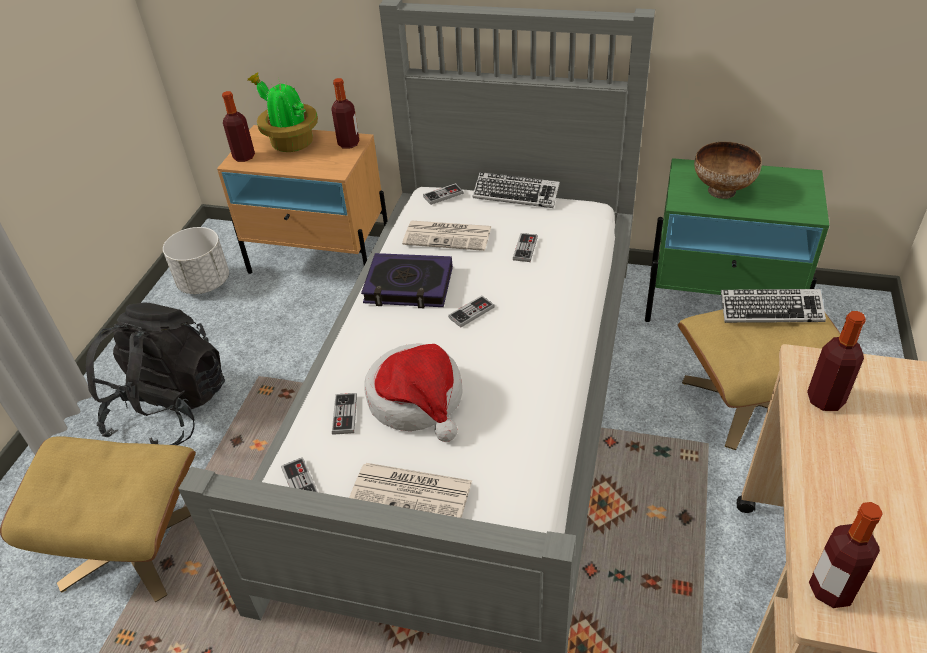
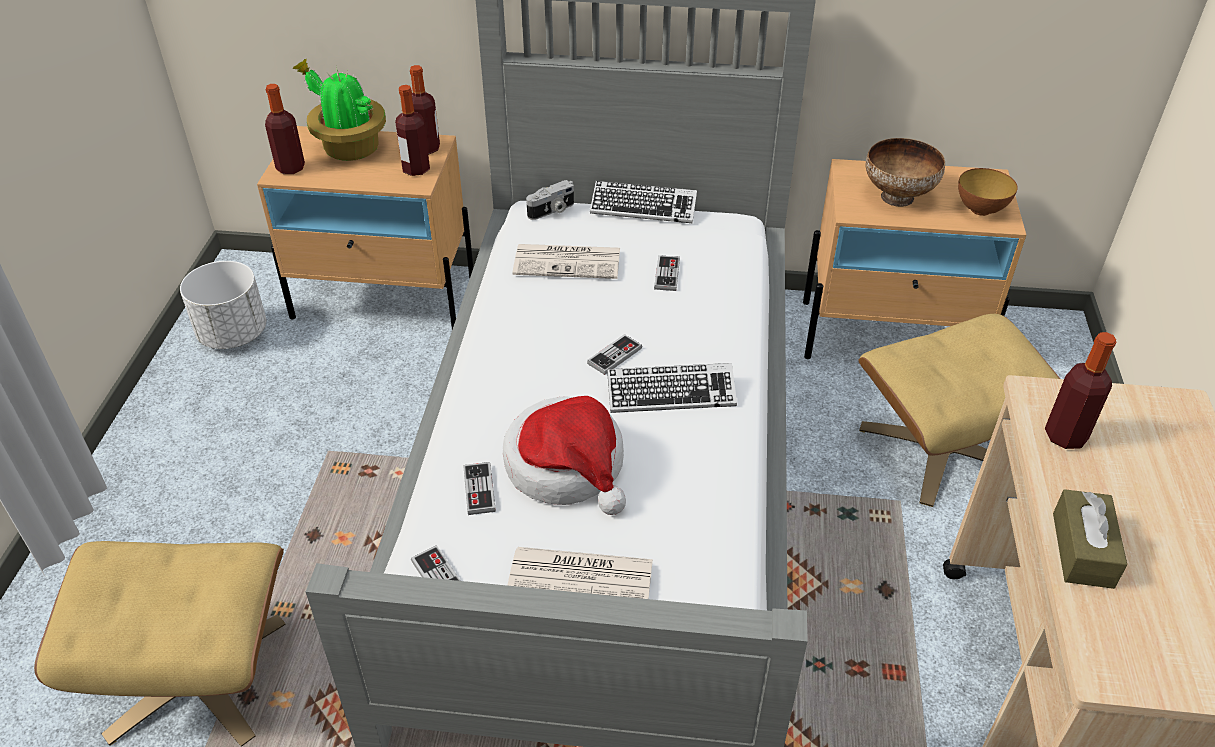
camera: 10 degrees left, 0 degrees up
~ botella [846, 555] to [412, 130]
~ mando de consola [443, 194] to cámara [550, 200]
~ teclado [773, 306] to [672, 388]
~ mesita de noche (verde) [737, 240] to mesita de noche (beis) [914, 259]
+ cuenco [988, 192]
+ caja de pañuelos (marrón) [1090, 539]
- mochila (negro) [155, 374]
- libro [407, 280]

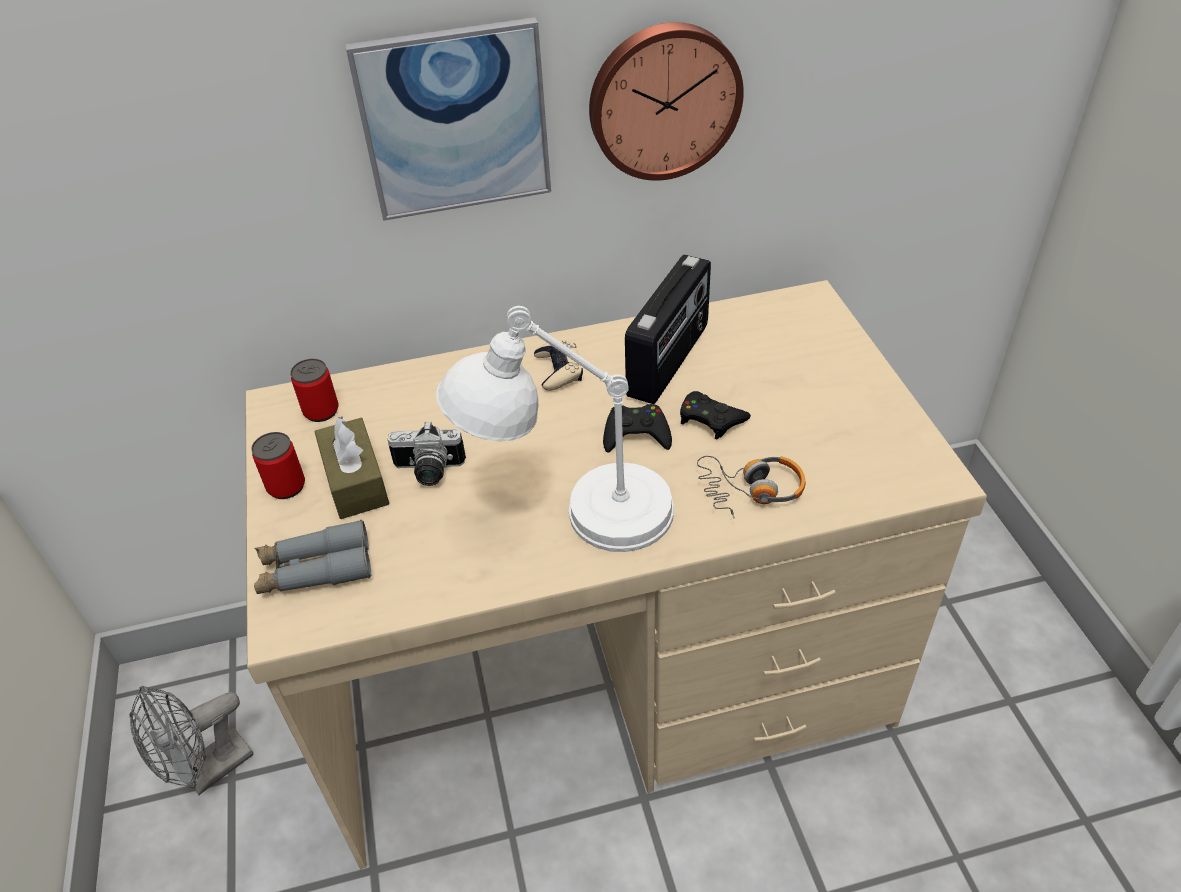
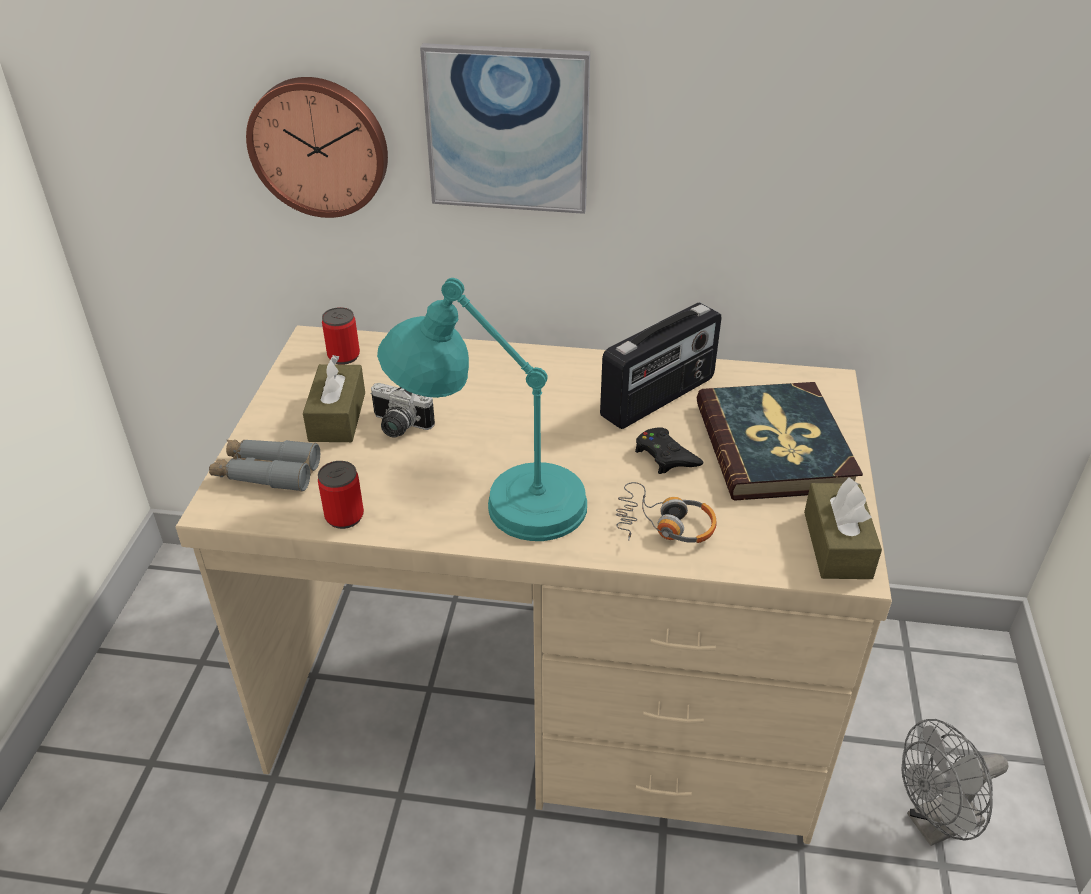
camera: 20 degrees right, 5 degrees down
~ reloj de pared [666, 101] to [317, 147]
~ lata [278, 465] to [341, 495]
~ lámpara de mesa (blanco) [555, 429] to lámpara de mesa (turquesa) [482, 409]
+ libro [779, 441]
+ caja de pañuelos (marrón) [843, 528]
~ ventilador (gris) [192, 740] to [954, 782]
- mando de consola (beis) [558, 365]
- mando de consola (negro) [637, 428]

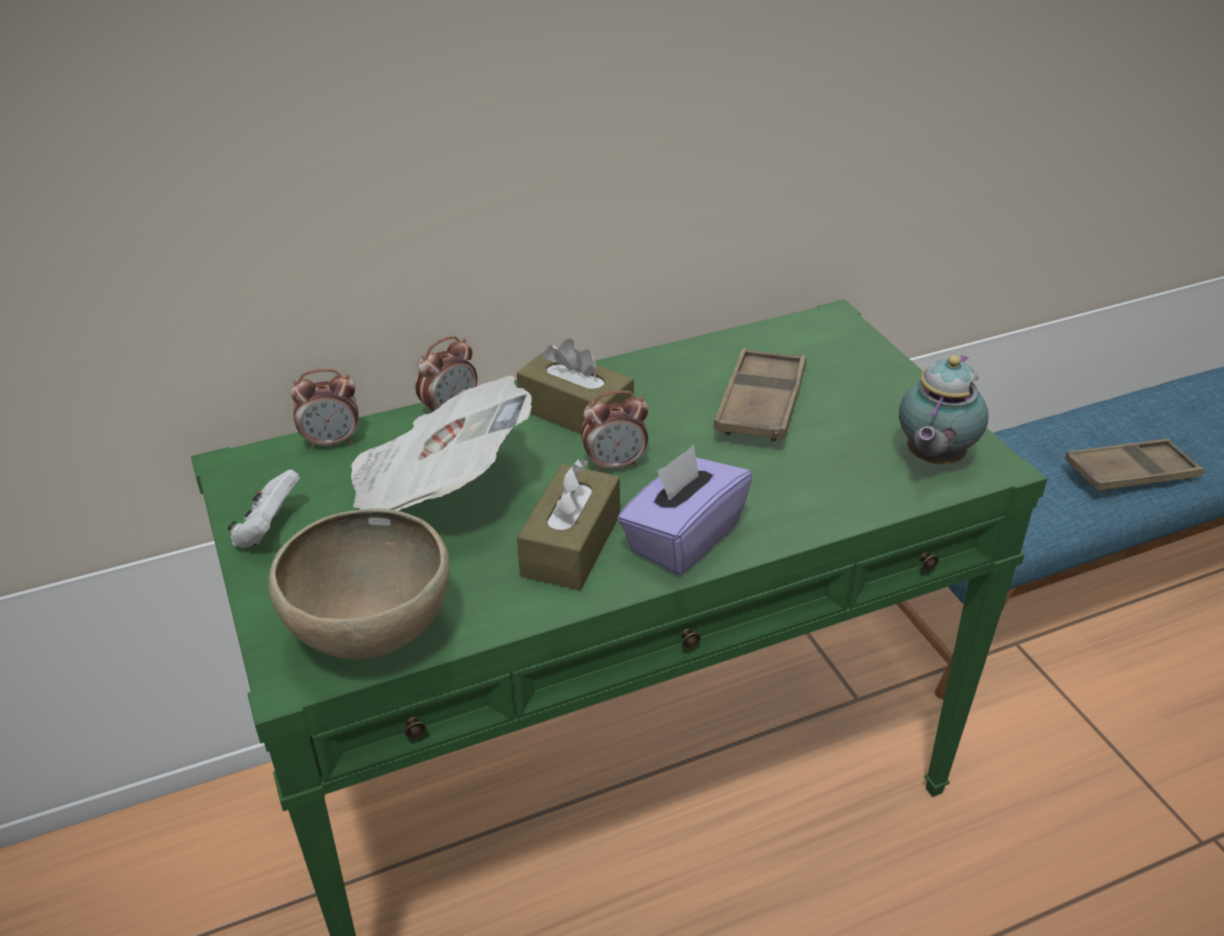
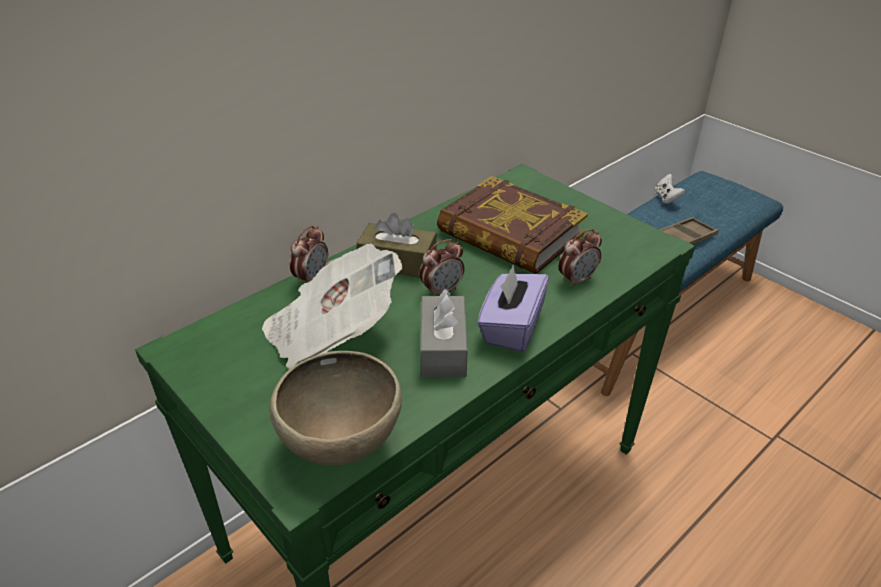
camera: 20 degrees left, 0 degrees up
~ caja de pañuelos (marrón) [568, 524] to caja de pañuelos (gris) [444, 333]
~ bandeja (marrón) [760, 395] to libro [512, 225]
~ despertador [324, 409] to [580, 258]
~ mando de consola (blanco) [264, 509] to [669, 189]
- tetera [943, 409]

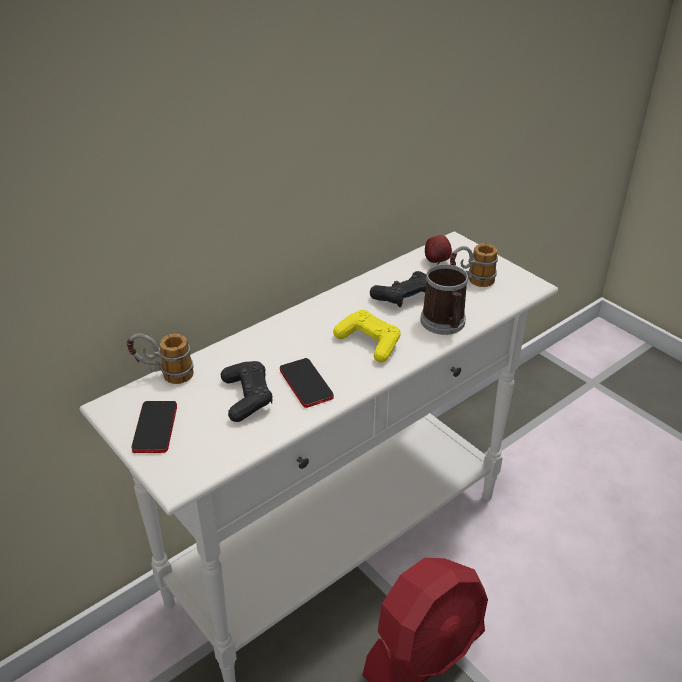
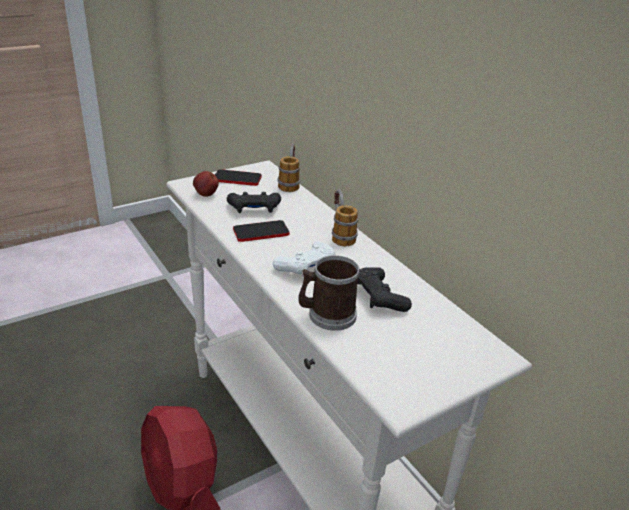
camera: 95 degrees right, 5 degrees down
~ manzana [438, 250] to [206, 184]
~ mando de consola (amarillo) [367, 336] to mando de consola (blanco) [304, 259]
~ taza grande [474, 265] to [345, 217]

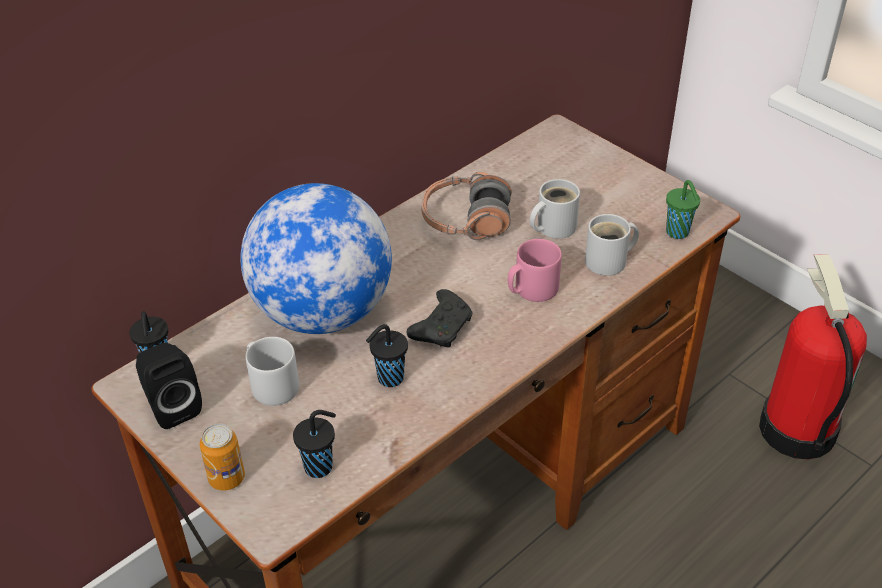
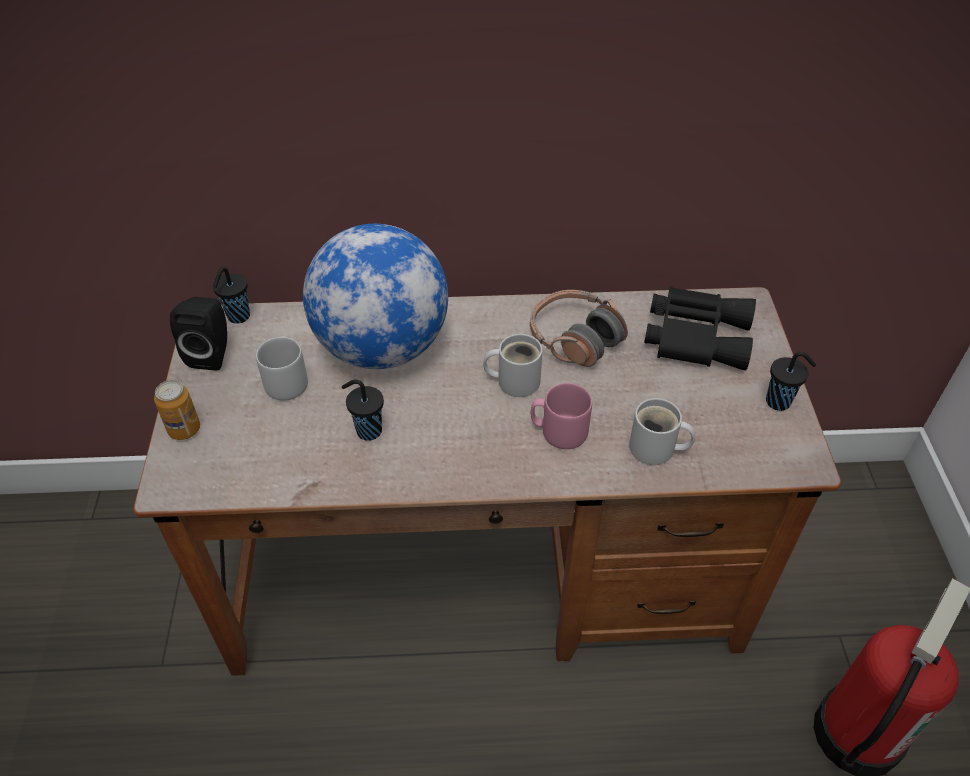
camera: 40 degrees right, 5 degrees up
~ taza grande (blanco) [555, 209] to [512, 365]
+ prismáticos (negro) [700, 328]
~ taza (negro) [314, 444] to [791, 381]
- mando de consola (negro) [439, 318]
- taza (verde) [683, 209]

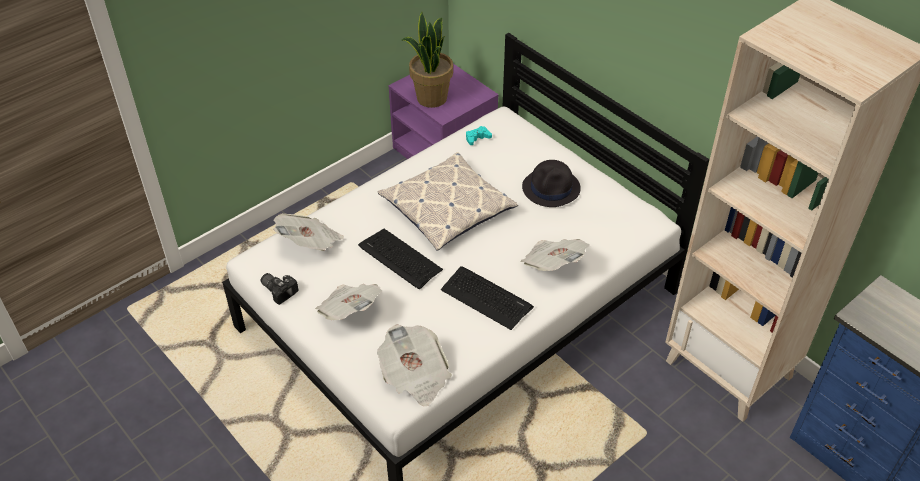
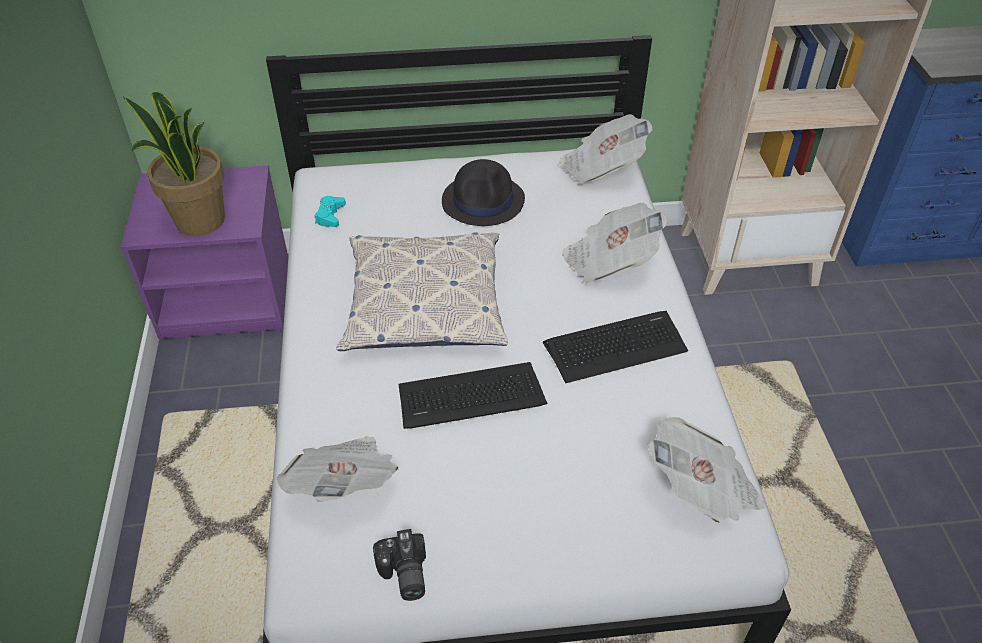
camera: 55 degrees left, 0 degrees up
~ cámara [280, 289] = [399, 565] 90 degrees counterclockwise
~ periódico [349, 302] to [606, 149]

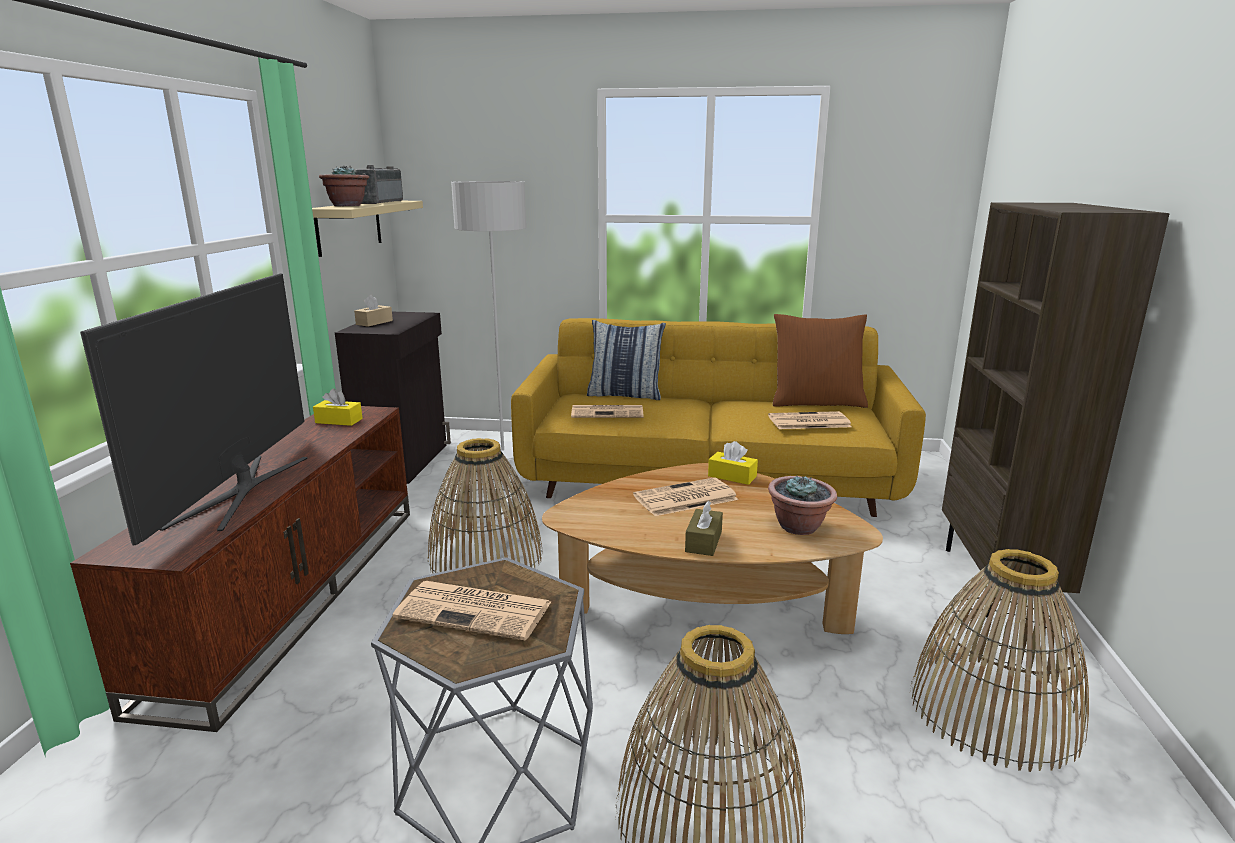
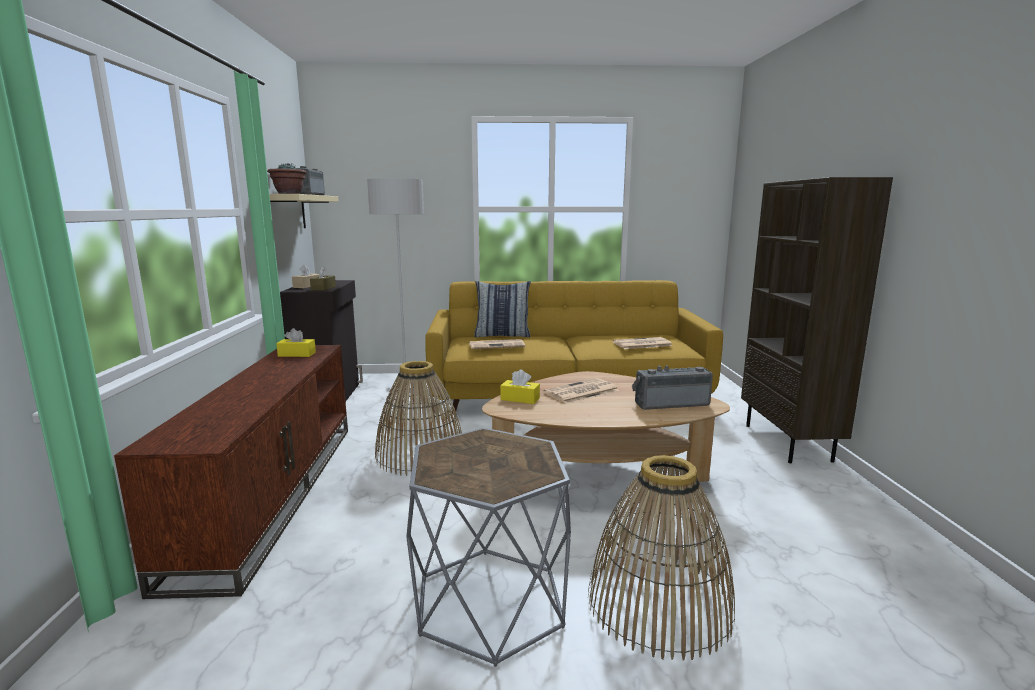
camera: 10 degrees left, 5 degrees down
~ caja de pañuelos (marrón) [704, 528] to [323, 278]
~ caja de pañuelos (amarillo) [733, 463] to [520, 387]
~ planta en maceta [802, 505] to radio [672, 387]
- televisor [193, 409]
- periódico [472, 611]
- cojín (marrón) [820, 361]
- cesta [999, 660]

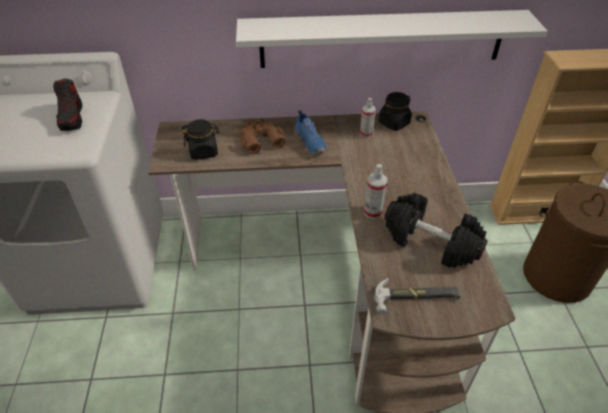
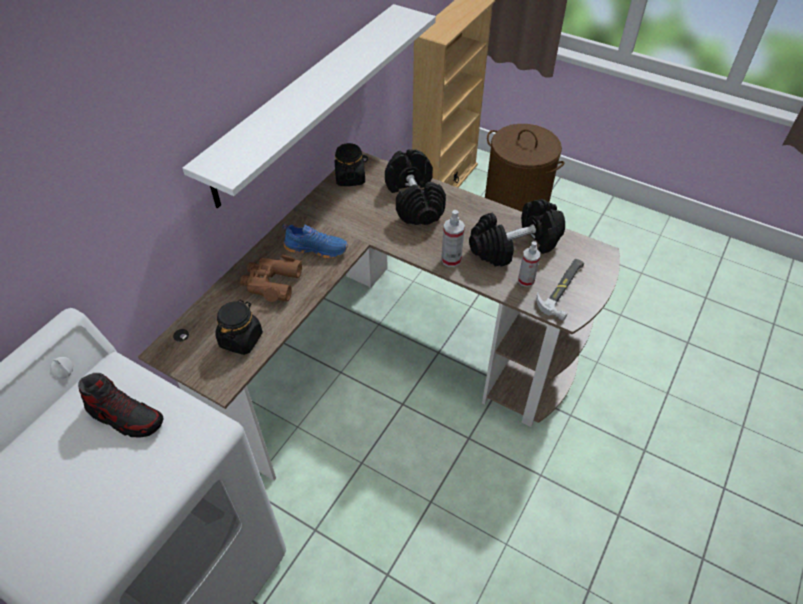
camera: 55 degrees left, 5 degrees up
+ mancuerna (negro) [415, 187]
~ pulverizador [368, 118] to [529, 264]

